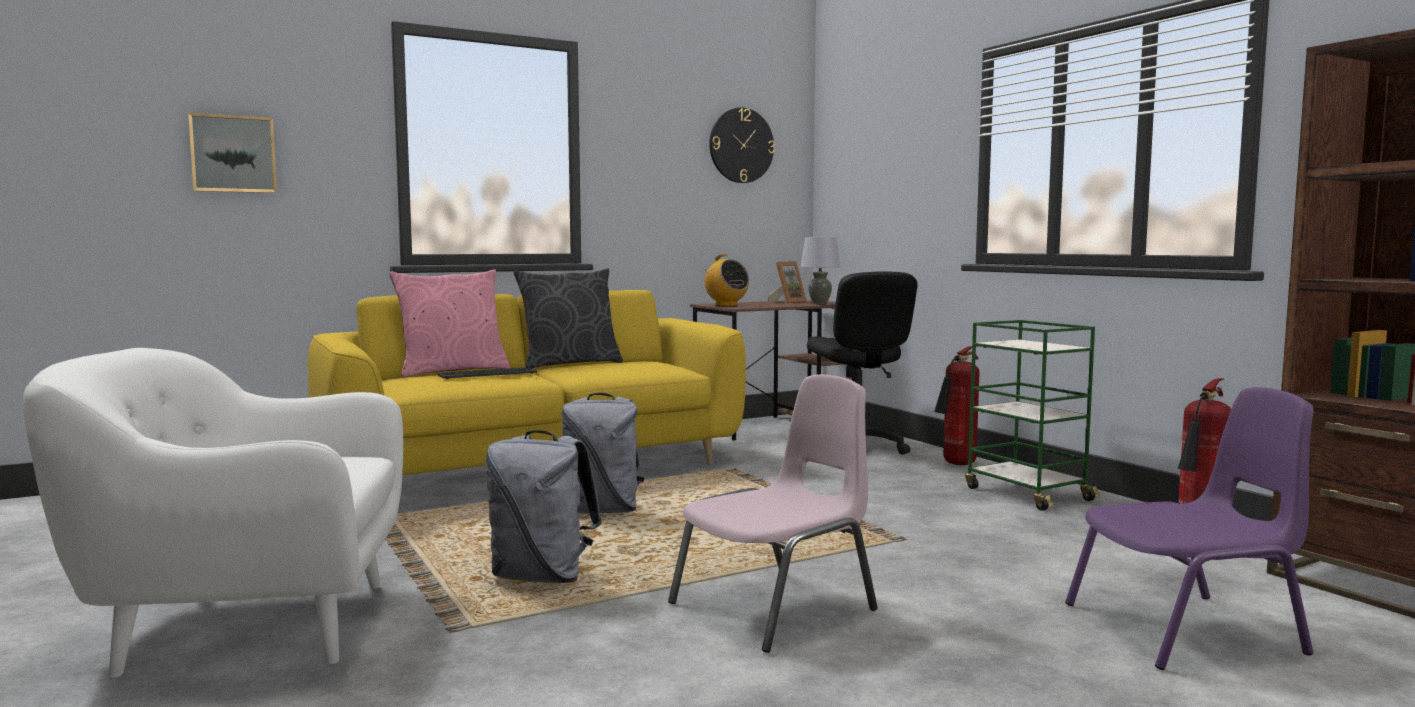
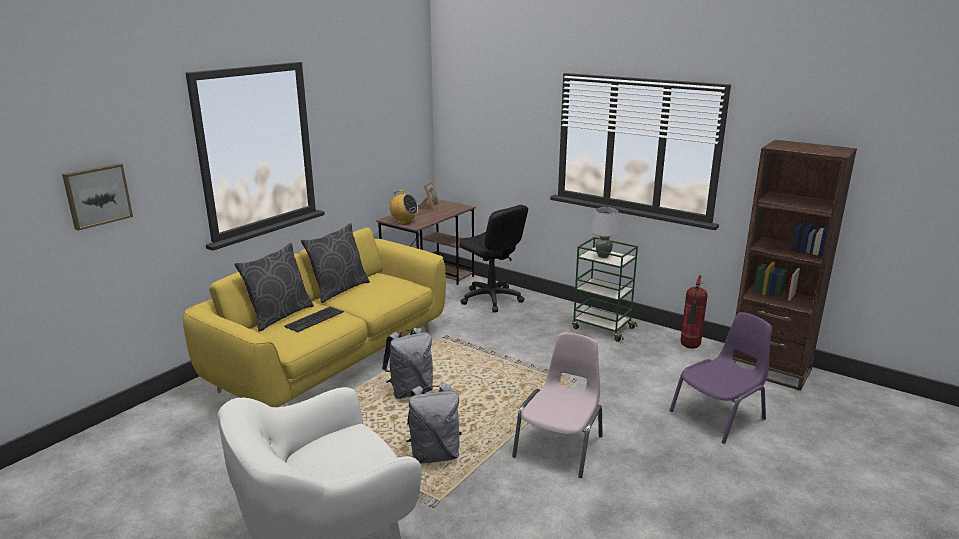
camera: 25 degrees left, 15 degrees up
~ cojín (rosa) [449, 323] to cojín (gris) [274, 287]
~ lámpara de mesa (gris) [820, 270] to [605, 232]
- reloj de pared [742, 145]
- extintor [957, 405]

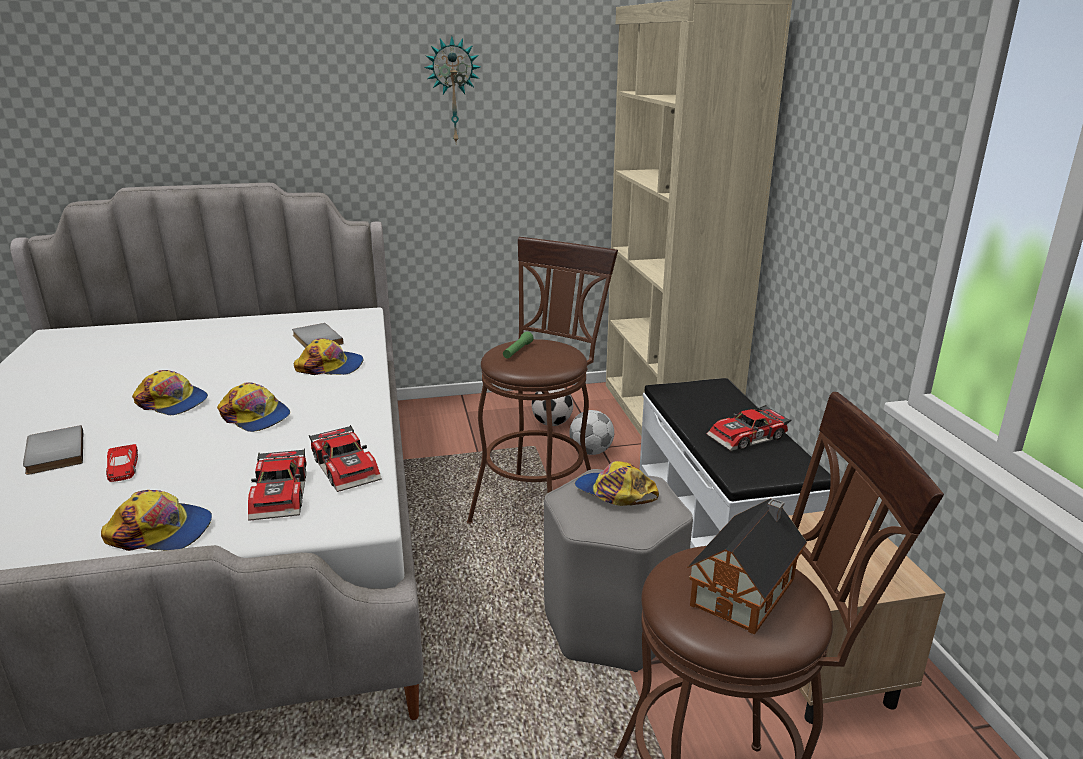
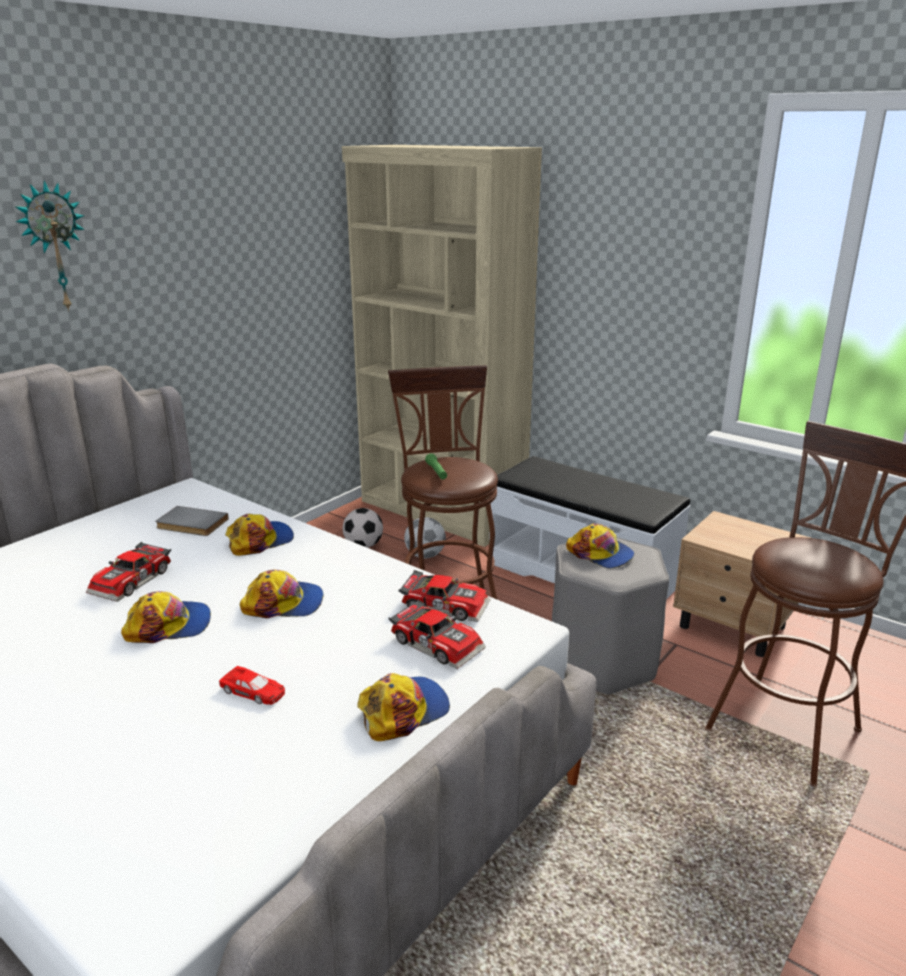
camera: 40 degrees left, 0 degrees up
~ reloj de pared [452, 89] to [50, 246]
~ coche de juguete [749, 428] to [128, 572]
~ gorra [617, 483] = [600, 545] 135 degrees counterclockwise
- libro (gris) [53, 450]
- casita [747, 566]

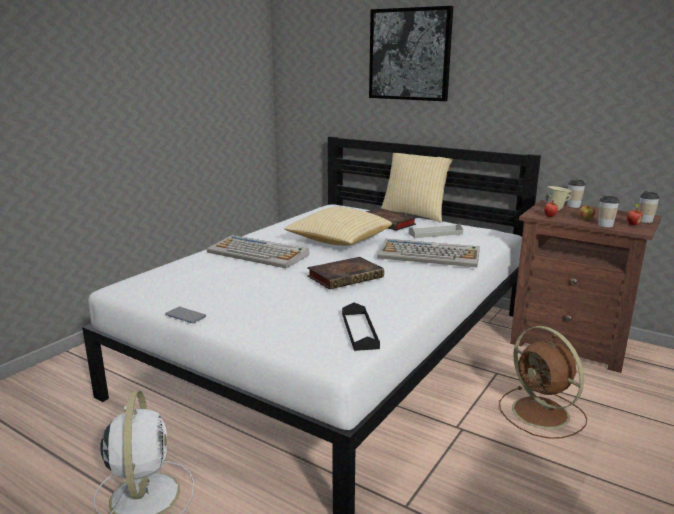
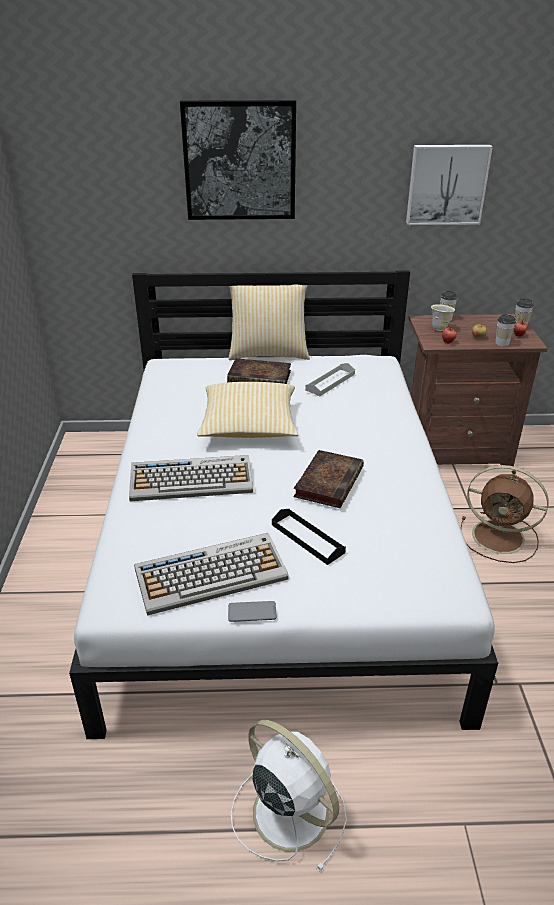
camera: 35 degrees left, 15 degrees up
~ teclado [428, 253] to [211, 574]
~ bandeja (negro) [361, 327] to [309, 537]
+ cuadro [449, 185]

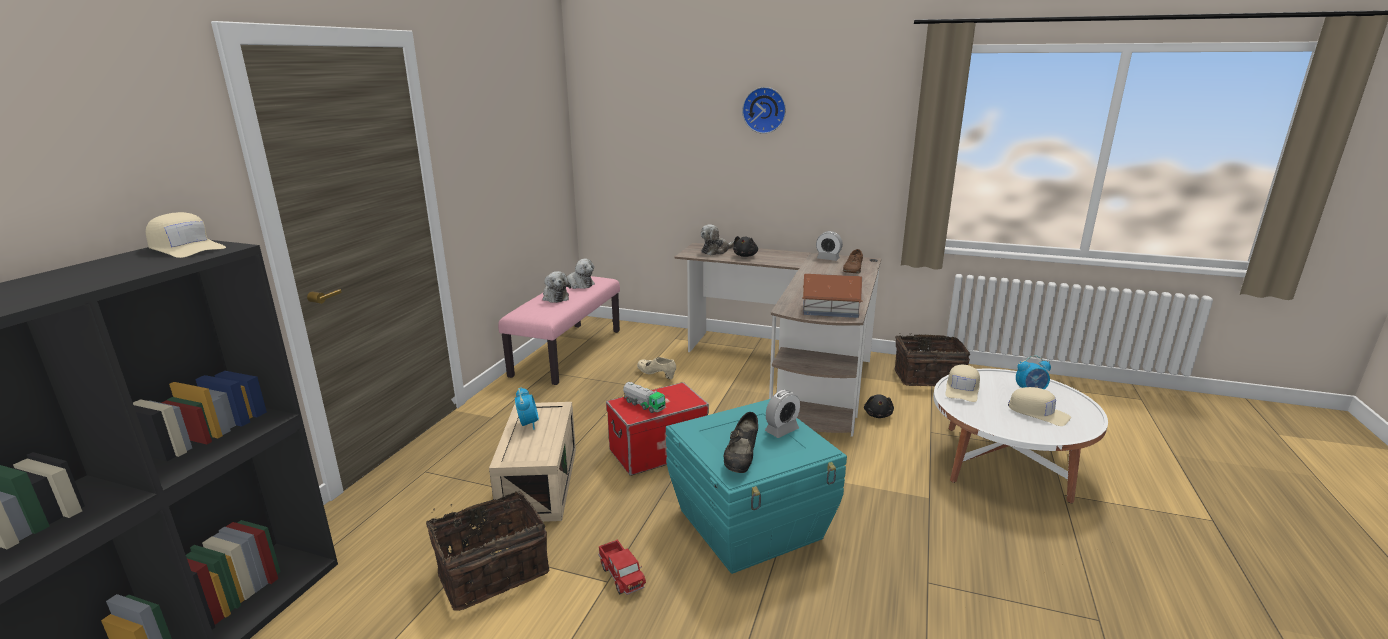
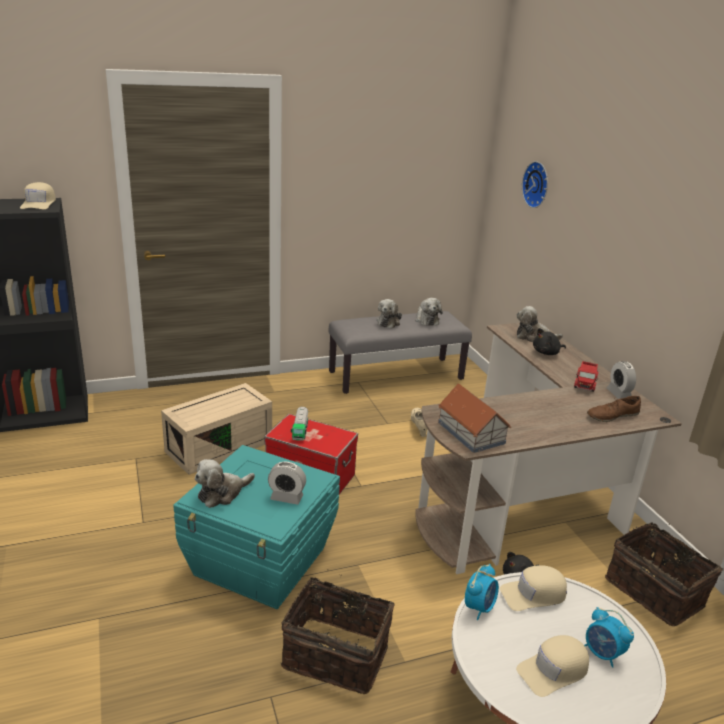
camera: 50 degrees right, 5 degrees up
~ zapato (negro) [740, 442] to peluche [225, 483]
~ cesta [487, 551] to [338, 631]
~ banco (rosa) [559, 330] to banco (gris) [400, 352]
~ despertador [527, 408] to [482, 592]
~ gorra (beis) [1039, 406] = [552, 666] 60 degrees clockwise
~ reloj de pared [764, 110] to [535, 184]
~ camión de juguete [622, 567] to [586, 376]

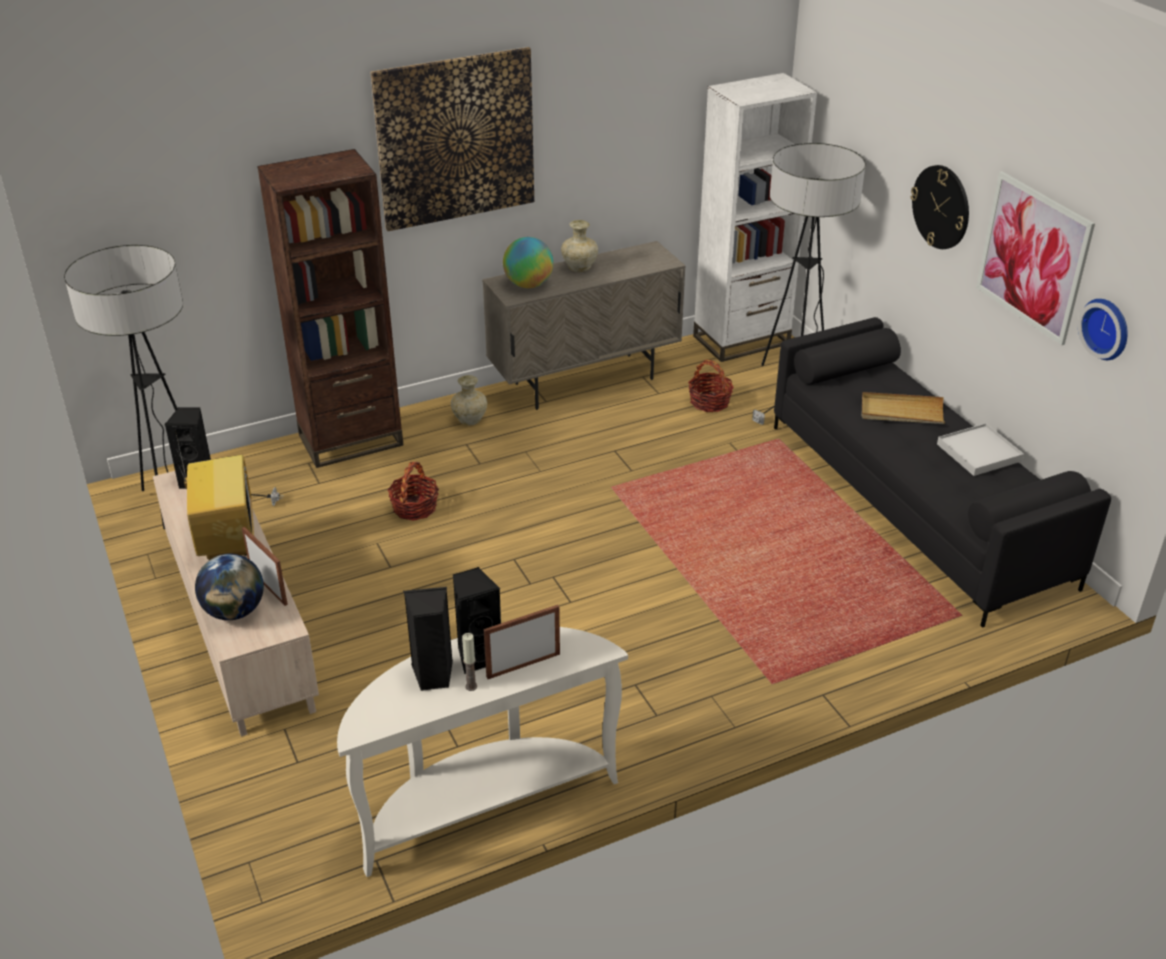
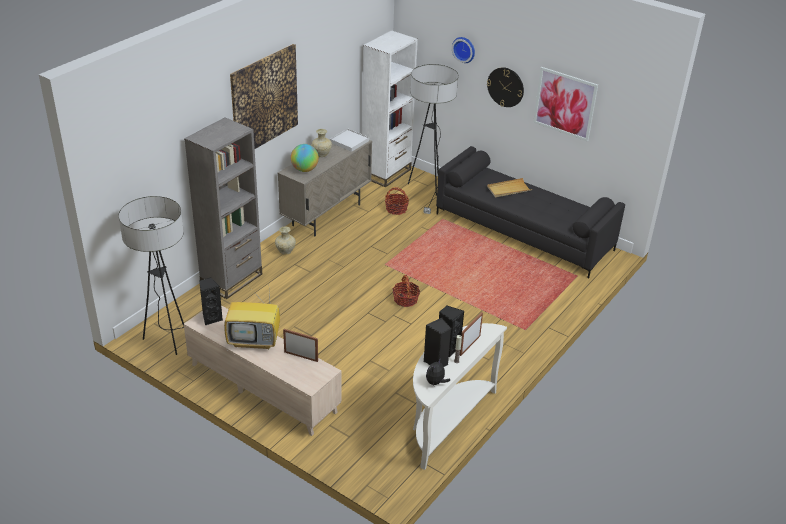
camera: 30 degrees left, 0 degrees up
~ estantería (marrón) [330, 308] to estantería (gris) [223, 208]
~ televisor [214, 495] = [252, 319] 135 degrees clockwise
~ bandeja (blanco) [980, 449] to [349, 140]
~ cesta [413, 491] to [406, 291]
+ peluche [438, 372]
~ reloj de pared [1102, 329] to [463, 50]
- globo terráqueo [229, 587]

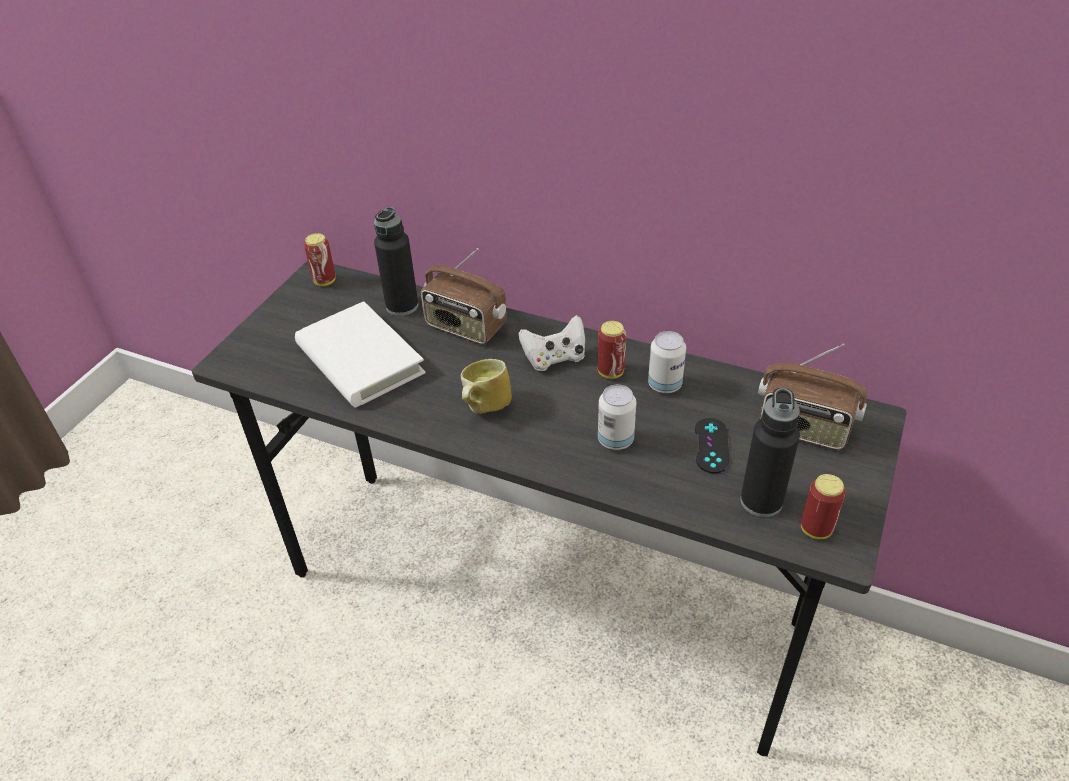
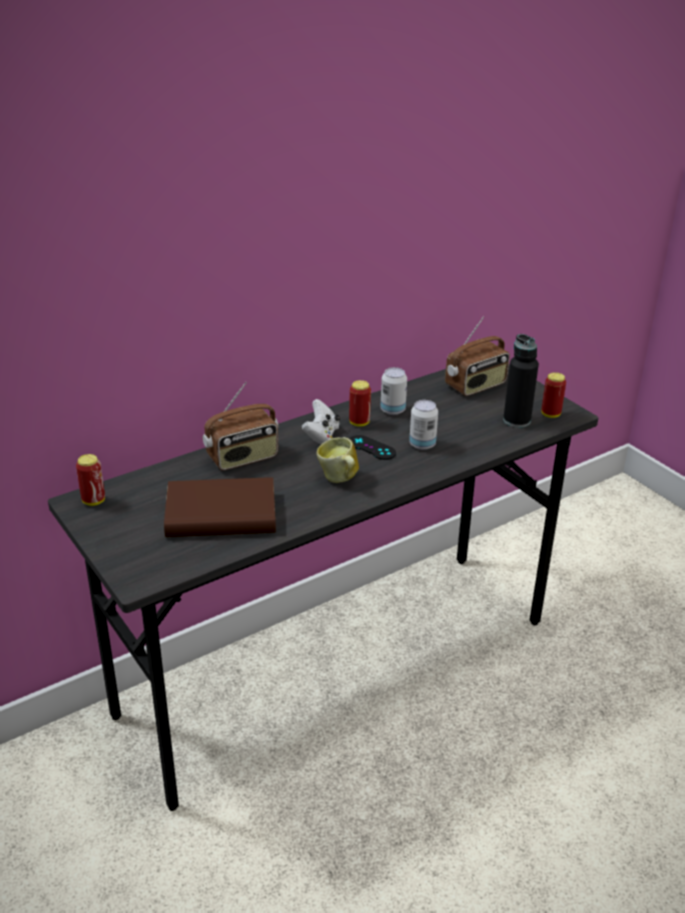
camera: 60 degrees left, 10 degrees down
~ libro (blanco) [360, 354] to libro (marrón) [220, 507]
~ mando de consola (negro) [712, 446] to [372, 447]
- botella (negro) [396, 261]

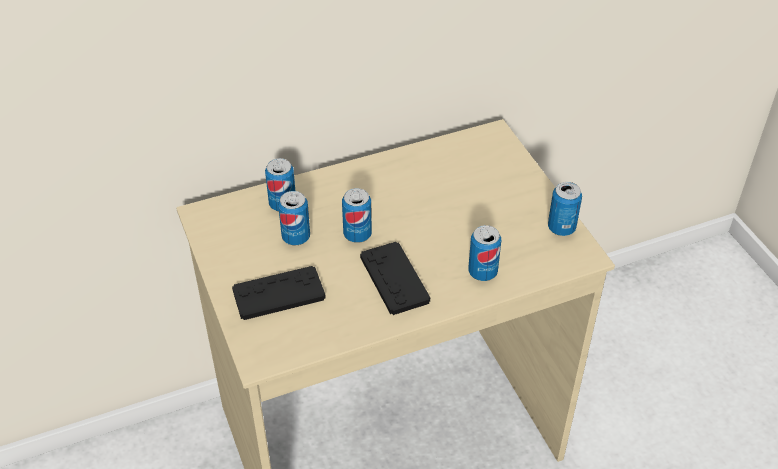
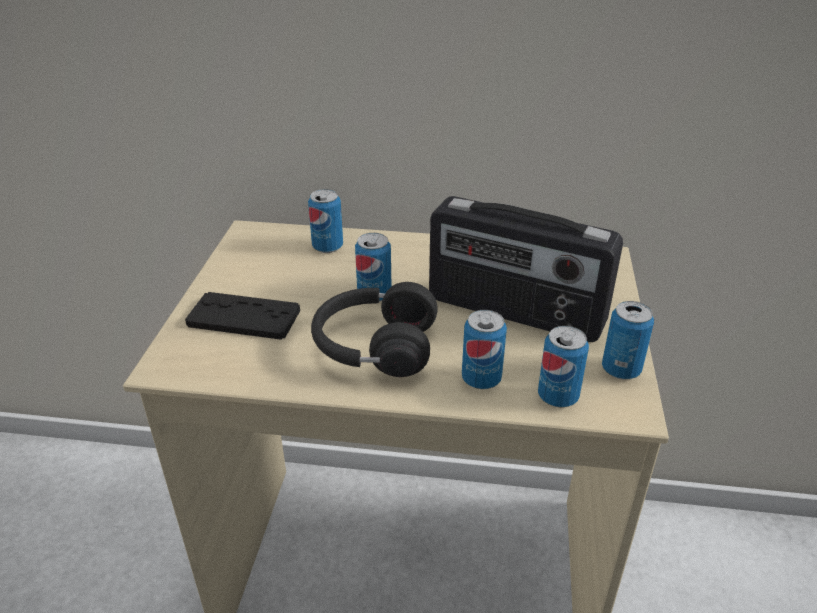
camera: 30 degrees right, 10 degrees down
~ mando de consola (negro) [395, 278] to auriculares (negro) [374, 329]
+ radio [526, 269]
~ lata [294, 218] to [563, 366]

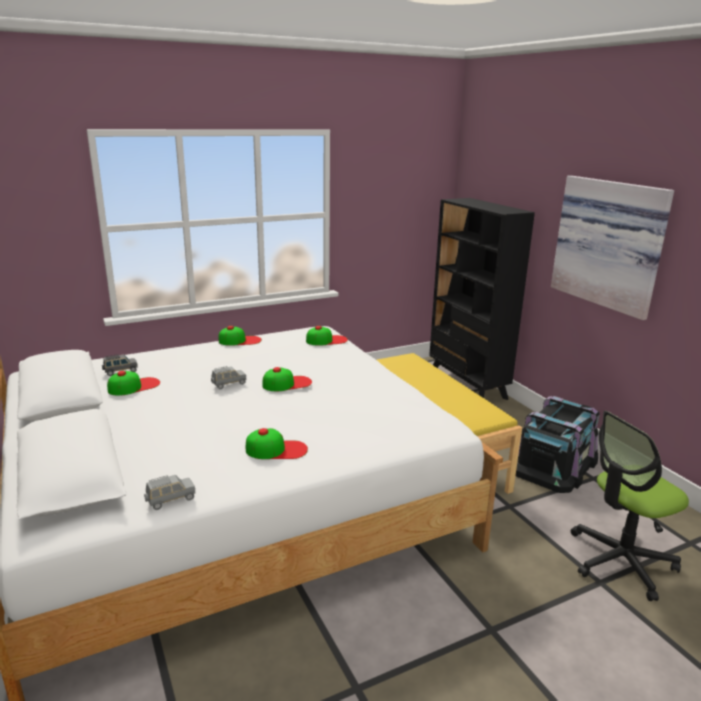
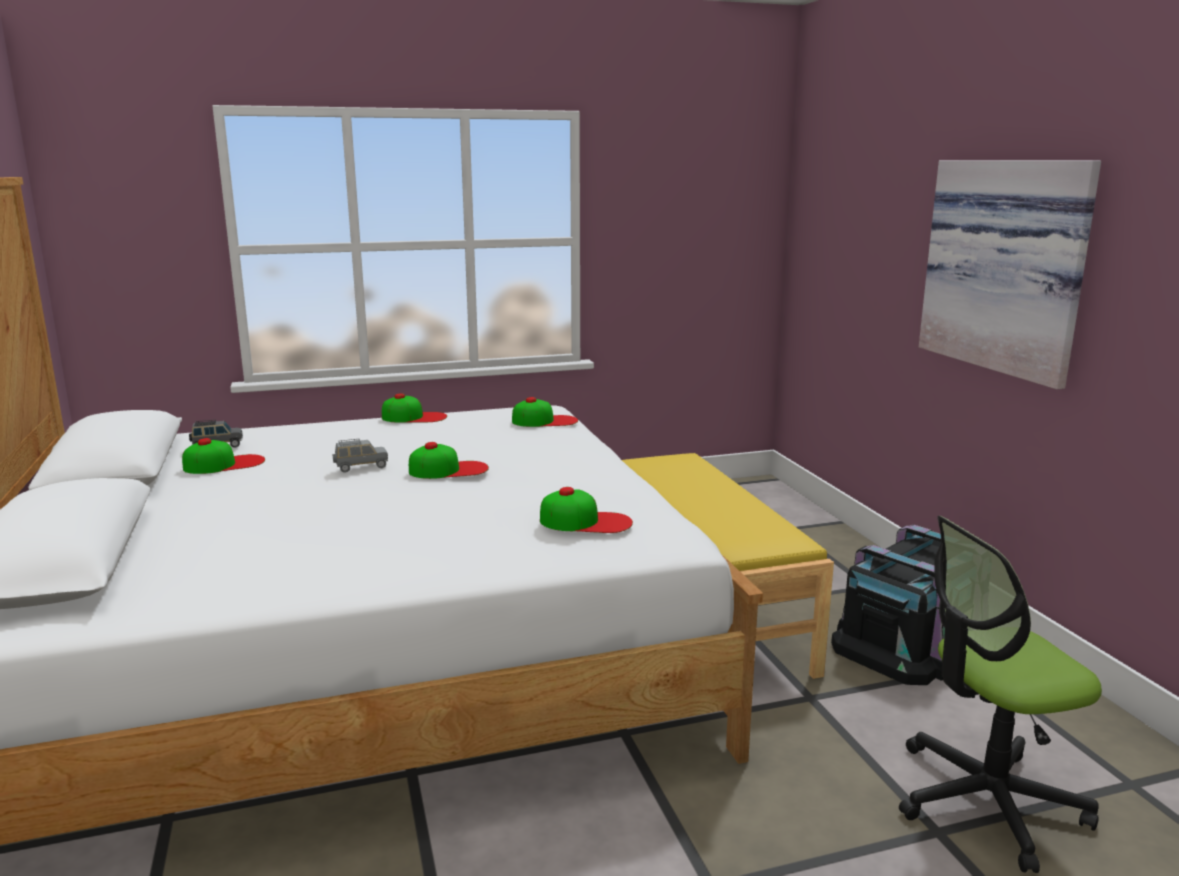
camera: 10 degrees right, 5 degrees down
~ gorra [277, 443] to [586, 510]
- coche de juguete (gris) [170, 492]
- estantería (negro) [482, 299]

